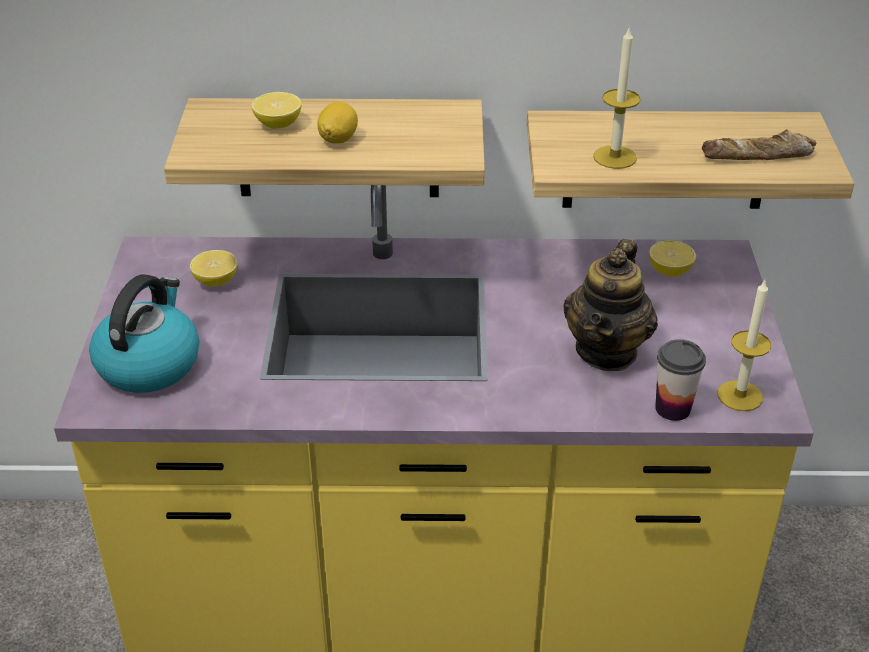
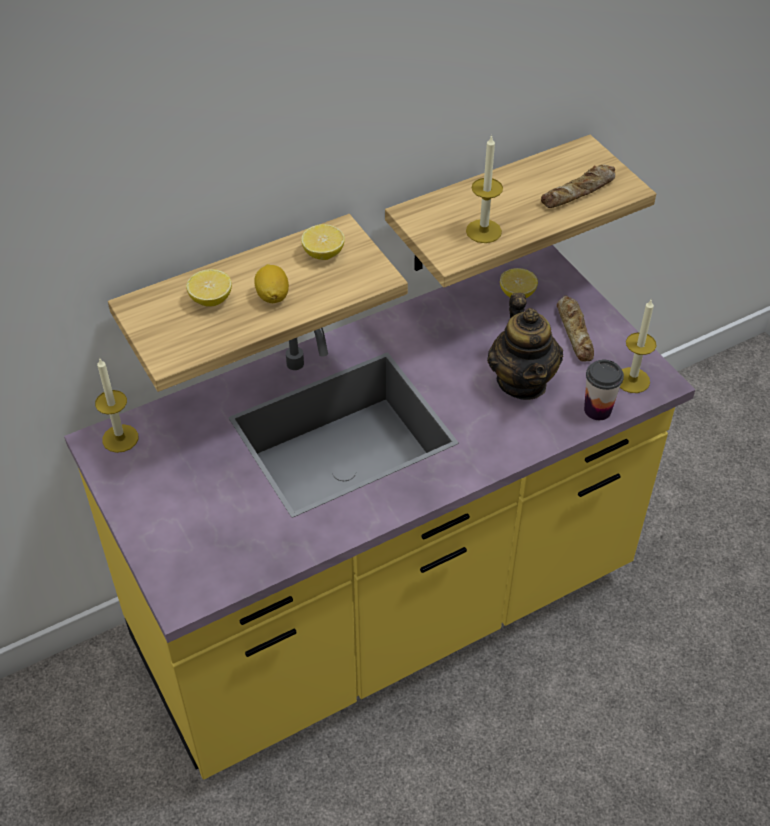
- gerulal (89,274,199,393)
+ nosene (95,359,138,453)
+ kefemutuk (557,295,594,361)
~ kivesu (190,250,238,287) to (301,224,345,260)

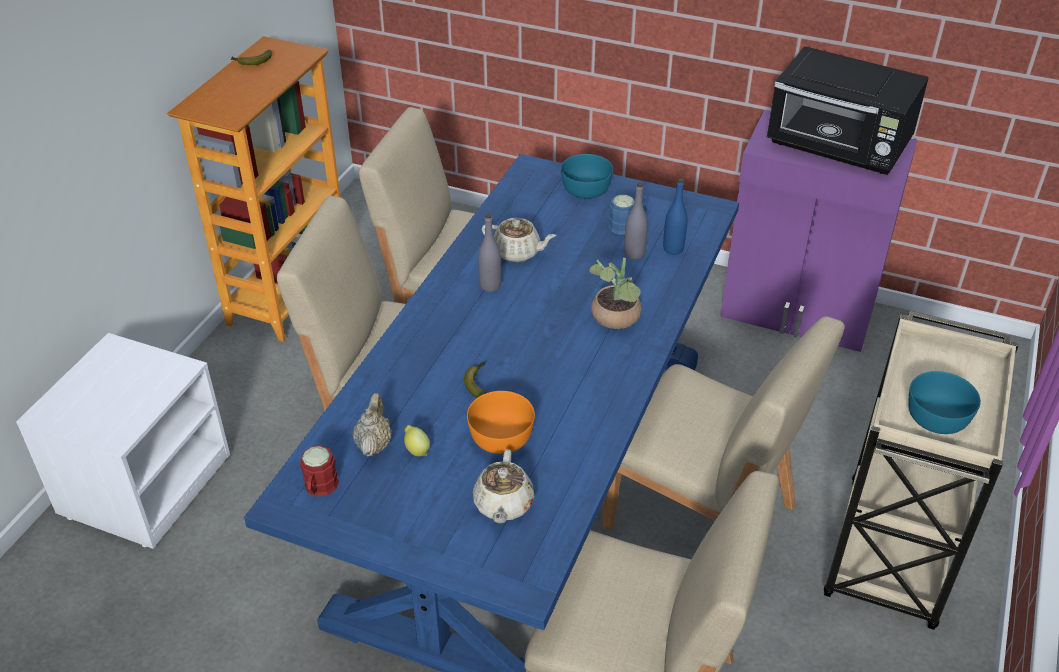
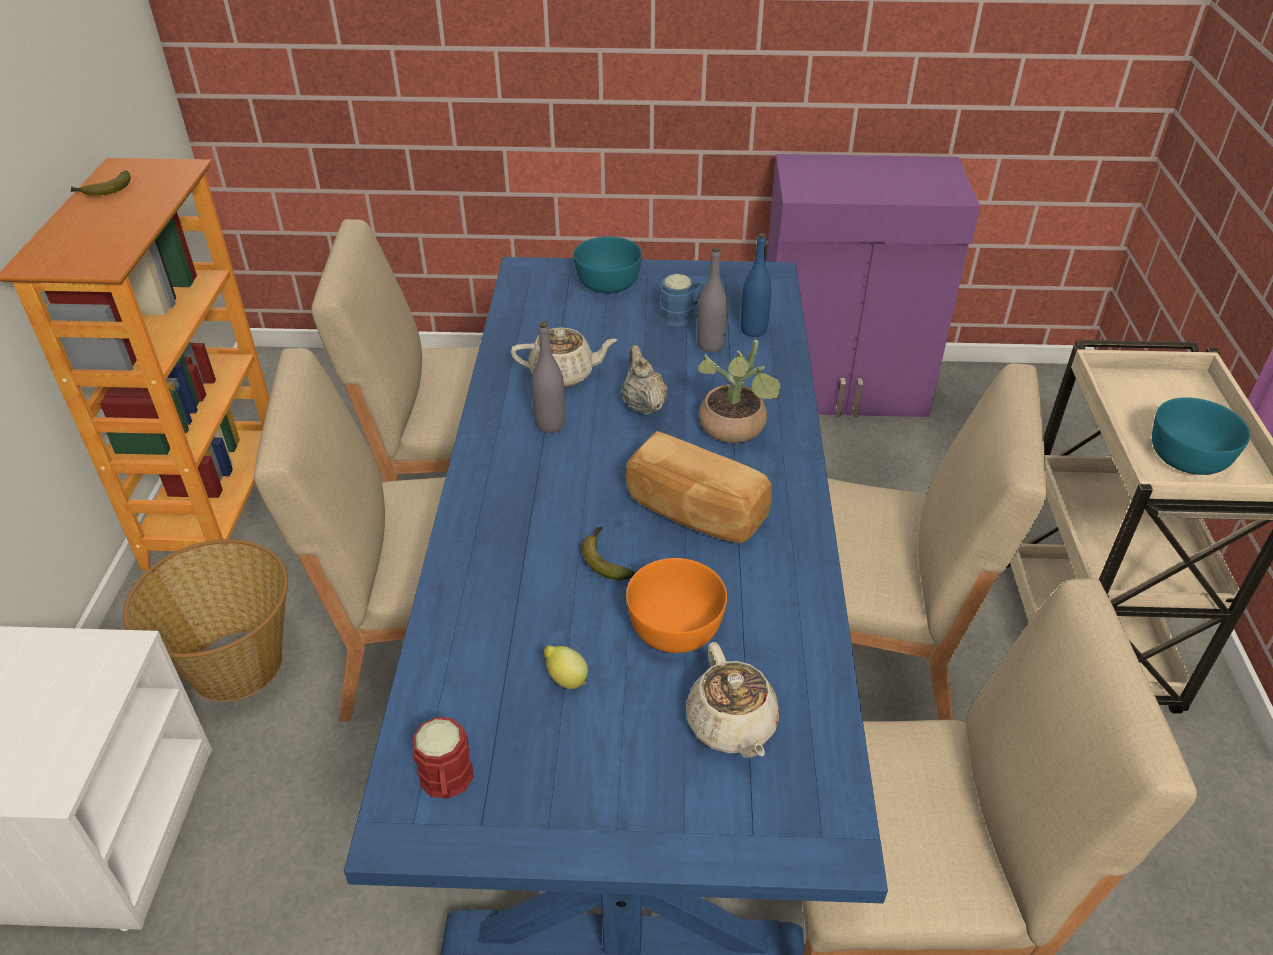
- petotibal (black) (767,46,929,175)
+ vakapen (123,539,288,702)
+ kefemutuk (626,431,772,543)
~ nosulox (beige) (353,393,392,457) to (621,345,668,415)

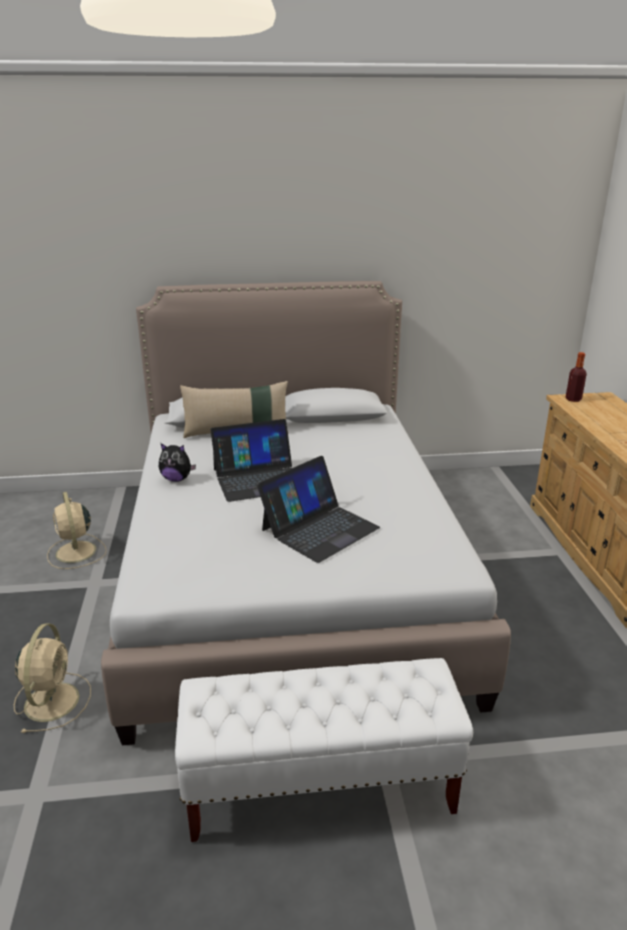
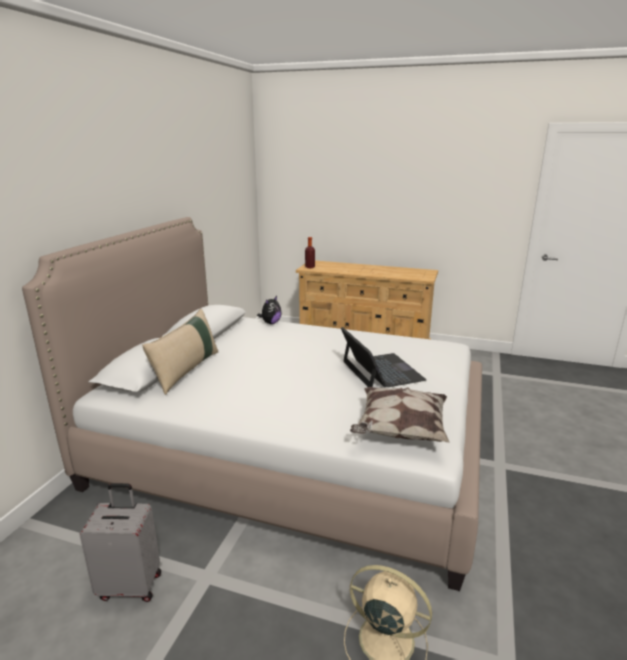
- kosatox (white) (175,658,473,842)
- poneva (210,419,292,502)
+ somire (350,387,450,443)
~ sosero (159,443,196,482) to (257,296,282,324)
~ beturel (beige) (47,492,107,569) to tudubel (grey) (79,483,161,602)

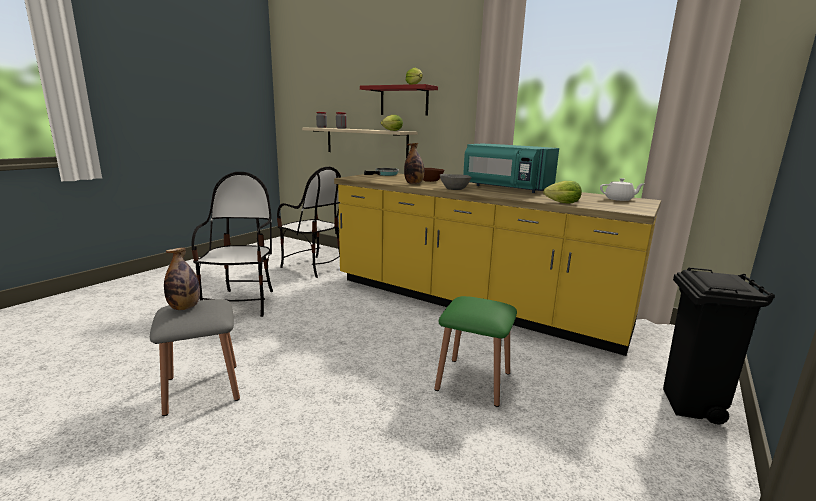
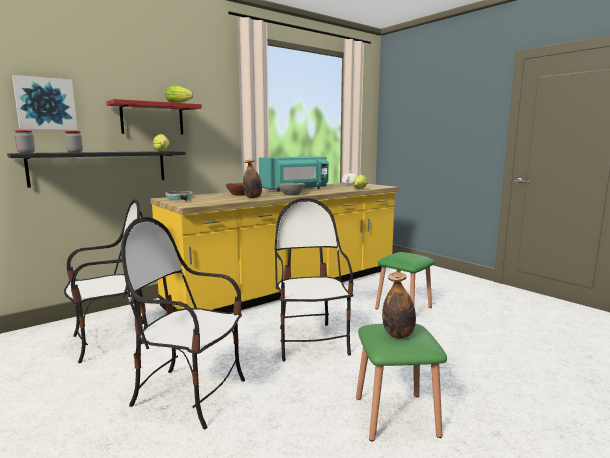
- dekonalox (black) (663,267,775,425)
+ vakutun (12,75,78,130)
+ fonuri (275,198,353,361)
~ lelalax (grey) (150,299,240,416) to lelalax (green) (356,324,447,442)
~ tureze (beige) (302,128,417,158) to tureze (black) (7,151,186,188)

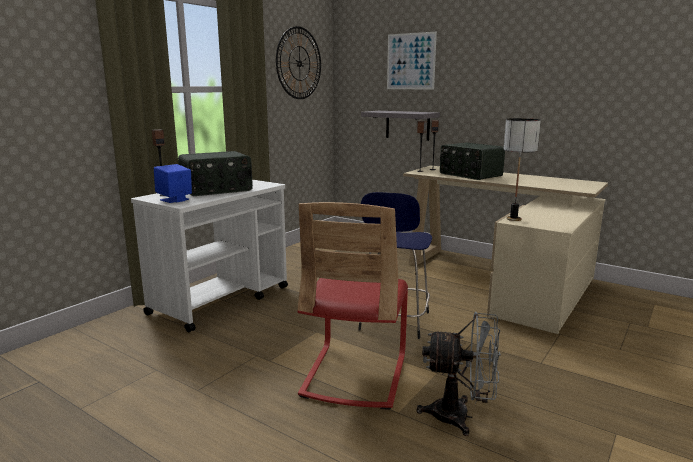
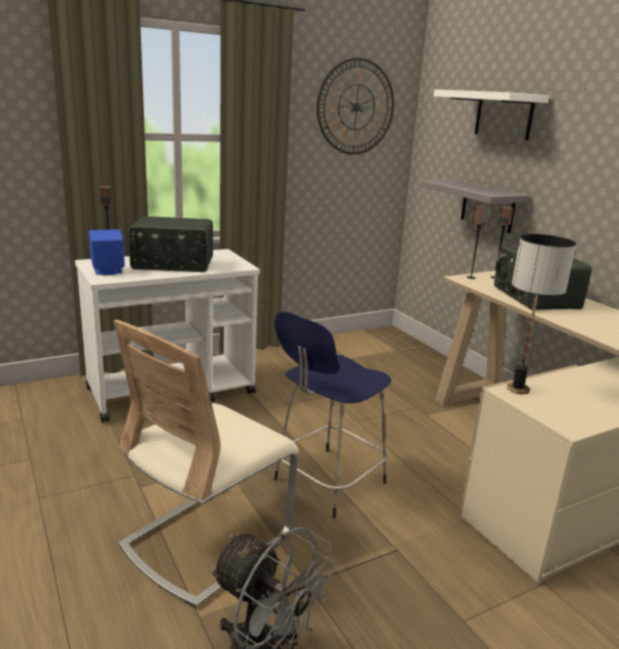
~ vakutun (387,32,437,89) to tureze (white) (434,89,549,140)
~ fonuri (red) (298,202,408,410) to fonuri (beige) (114,320,299,608)

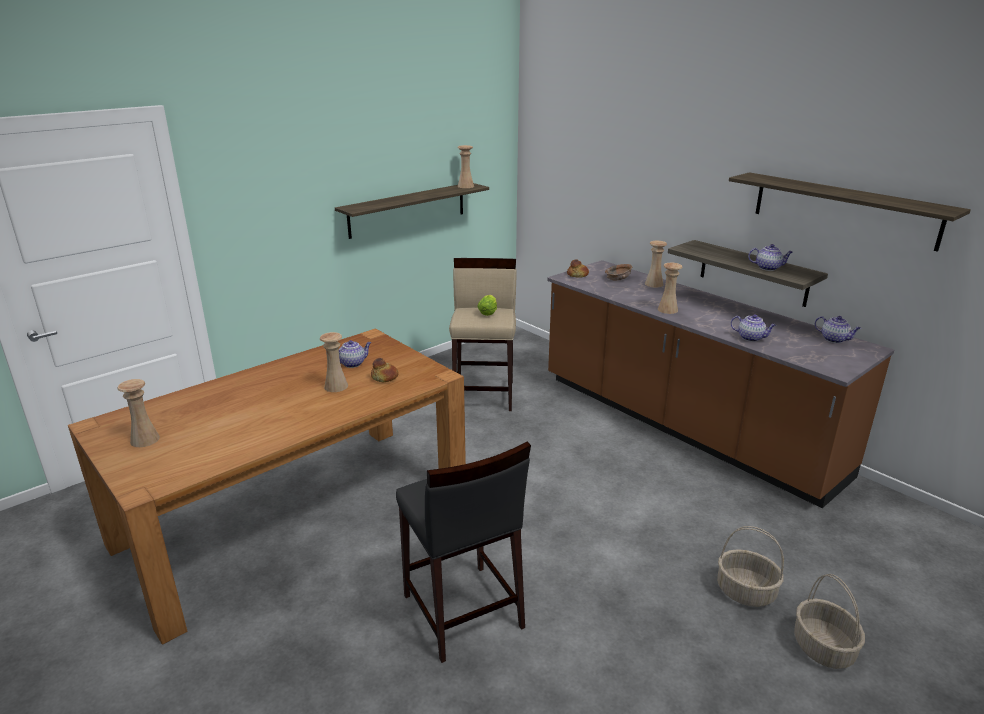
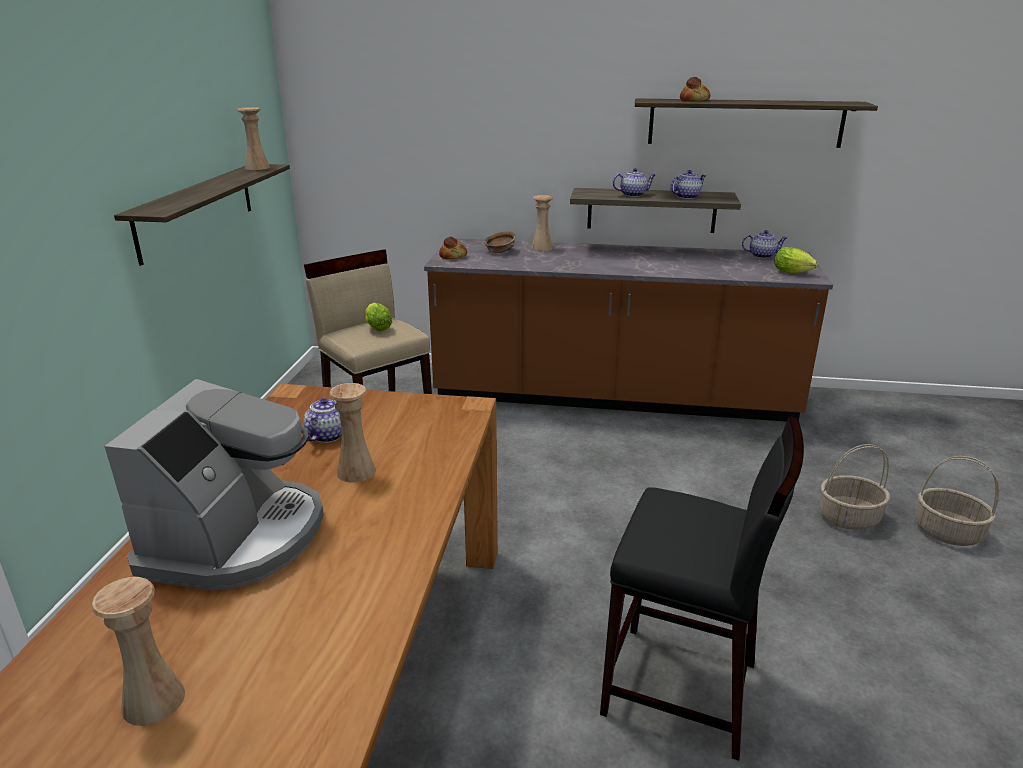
- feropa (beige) (658,263,682,314)
+ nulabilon (104,379,324,591)
+ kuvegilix (774,247,818,274)
~ kefemutuk (371,358,399,382) to (680,77,710,101)
~ nosulox (731,314,776,342) to (613,168,656,197)

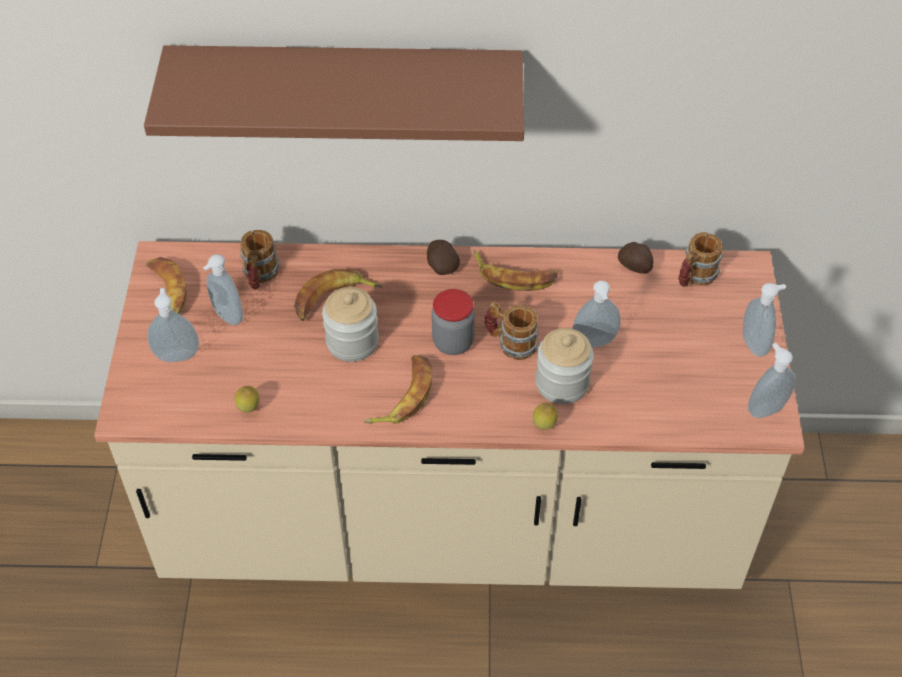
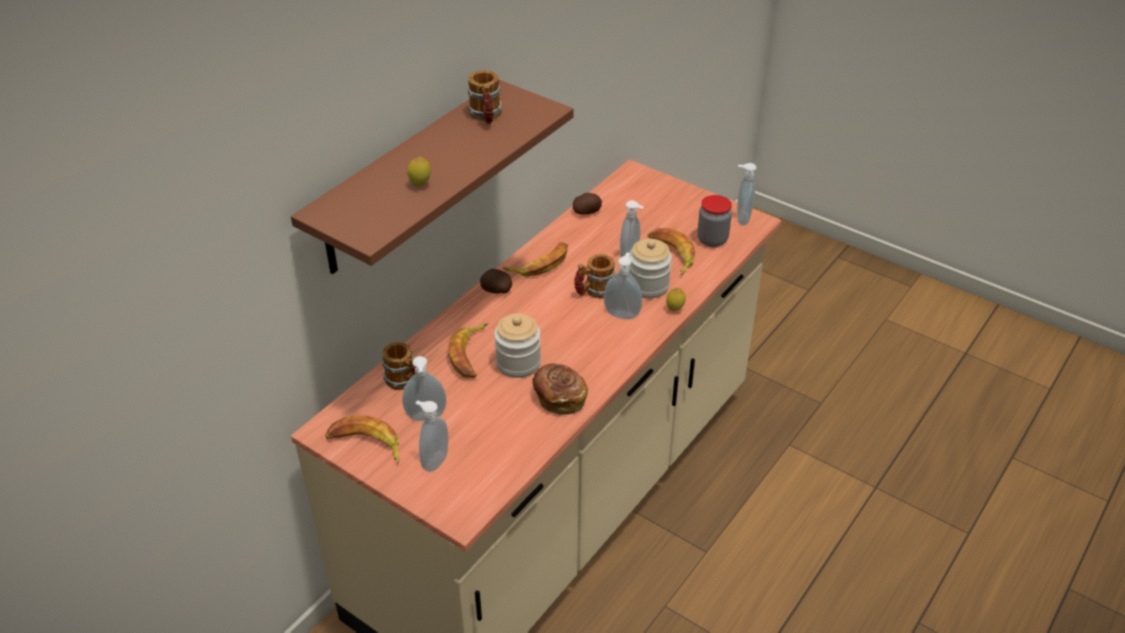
+ kefemutuk (532,363,588,414)
~ kivesu (235,386,260,412) to (407,156,431,187)
~ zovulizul (363,355,432,424) to (647,228,695,275)
~ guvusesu (432,289,475,355) to (697,195,732,247)
~ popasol (678,232,723,287) to (468,70,502,125)
~ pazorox (743,283,786,357) to (604,253,642,319)

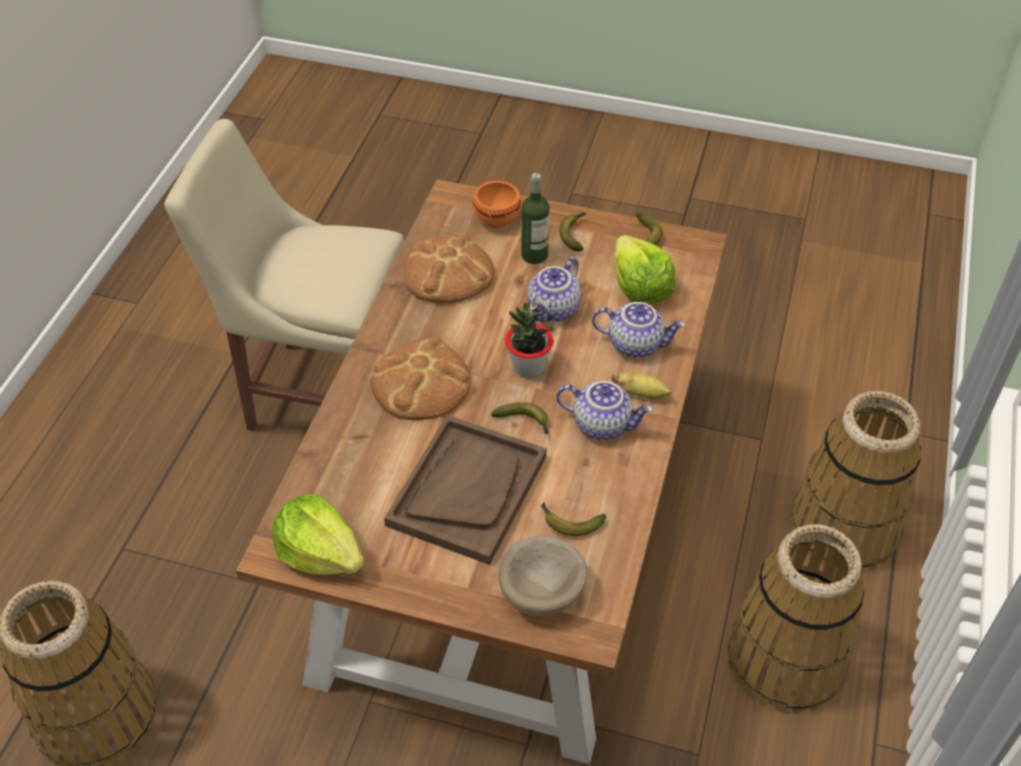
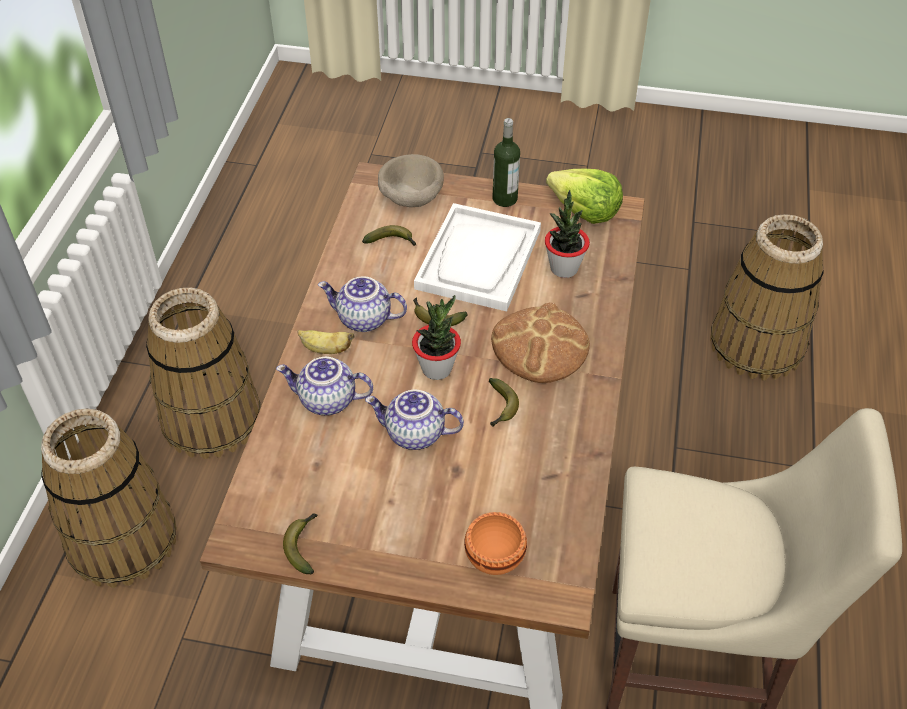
- kefemutuk (403,233,494,303)
- kuvegilix (614,235,676,305)
+ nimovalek (545,190,590,278)
~ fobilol (521,173,549,264) to (493,118,520,207)
~ zovulizul (559,212,586,251) to (489,378,519,427)
~ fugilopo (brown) (384,415,547,565) to fugilopo (white) (414,203,541,312)
~ nosulox (527,257,581,322) = (365,390,464,450) 105 degrees counterclockwise

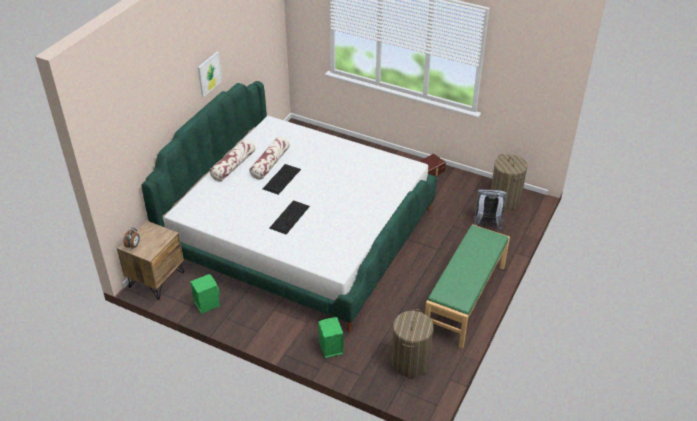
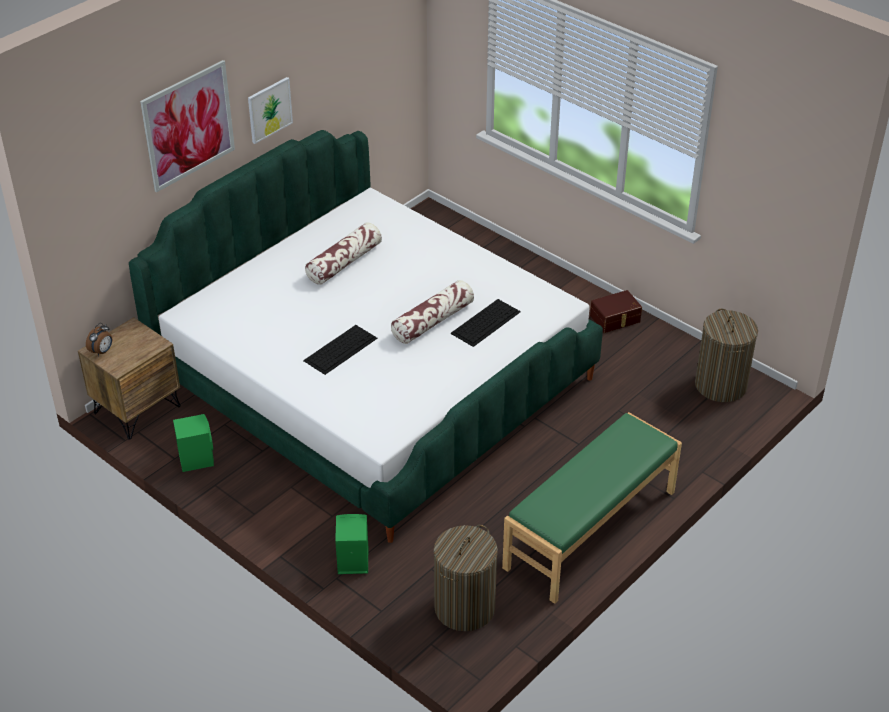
- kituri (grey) (472,189,507,231)
+ vakutun (140,60,235,192)
~ somire (210,139,255,182) to (391,280,474,344)
~ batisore (263,164,301,195) to (450,299,521,347)

